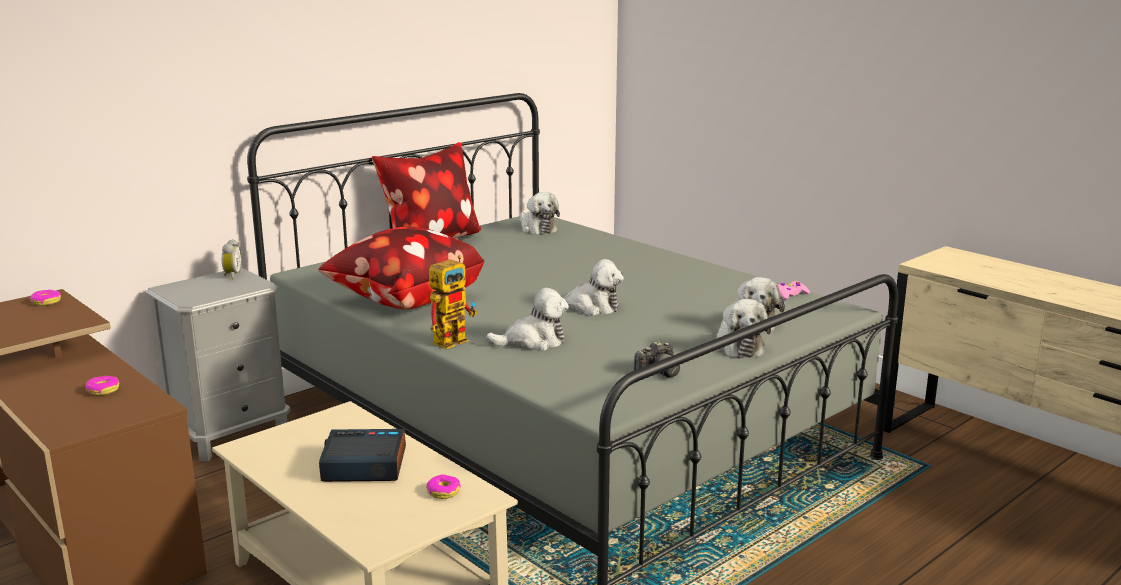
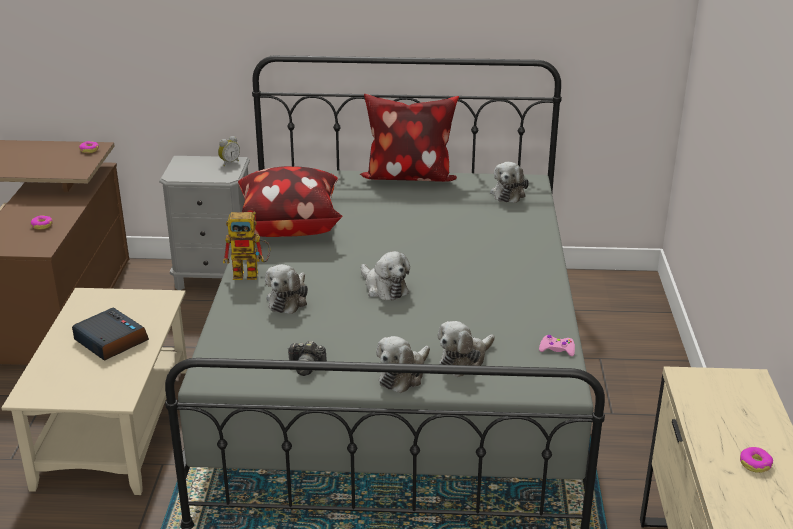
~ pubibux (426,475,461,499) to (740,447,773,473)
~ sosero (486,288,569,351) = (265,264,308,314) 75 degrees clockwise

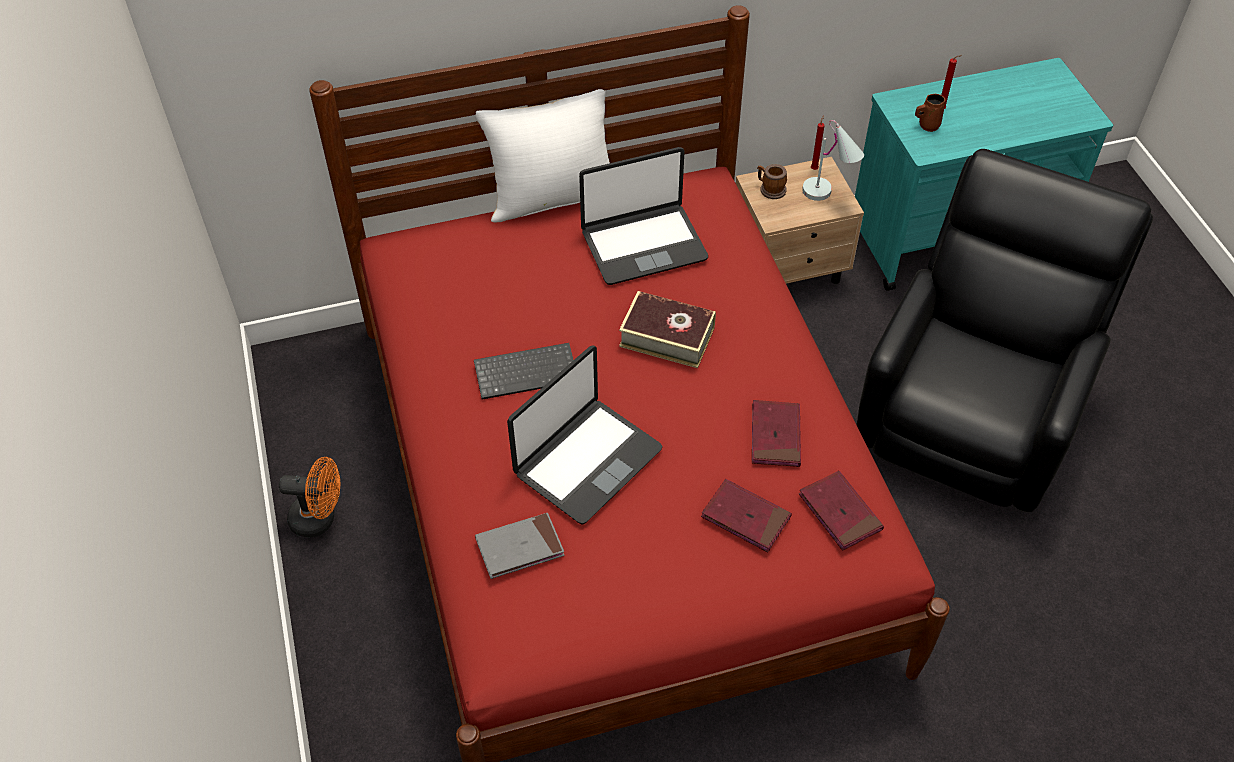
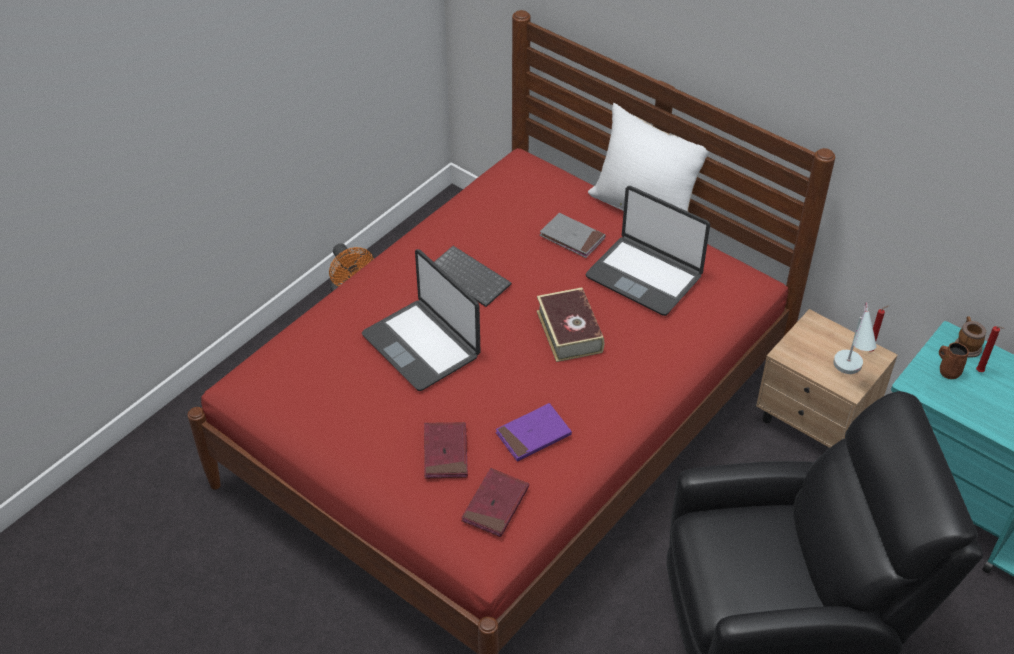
~ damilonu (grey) (475,513,564,579) to (540,213,606,258)
~ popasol (757,164,787,199) to (955,316,986,358)
~ damilonu (red) (752,400,801,467) to damilonu (purple) (496,403,572,462)
~ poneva (507,345,663,525) = (362,249,480,391) 45 degrees clockwise

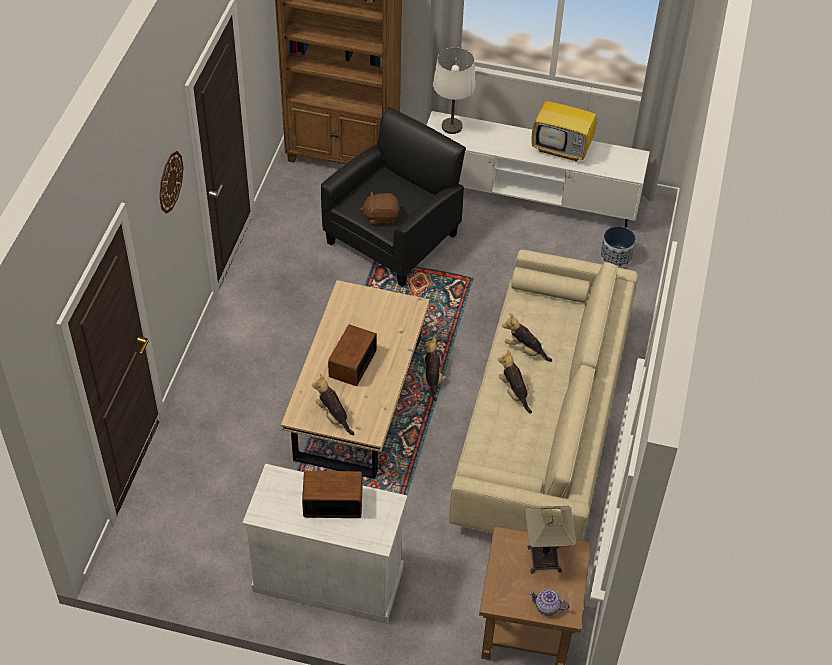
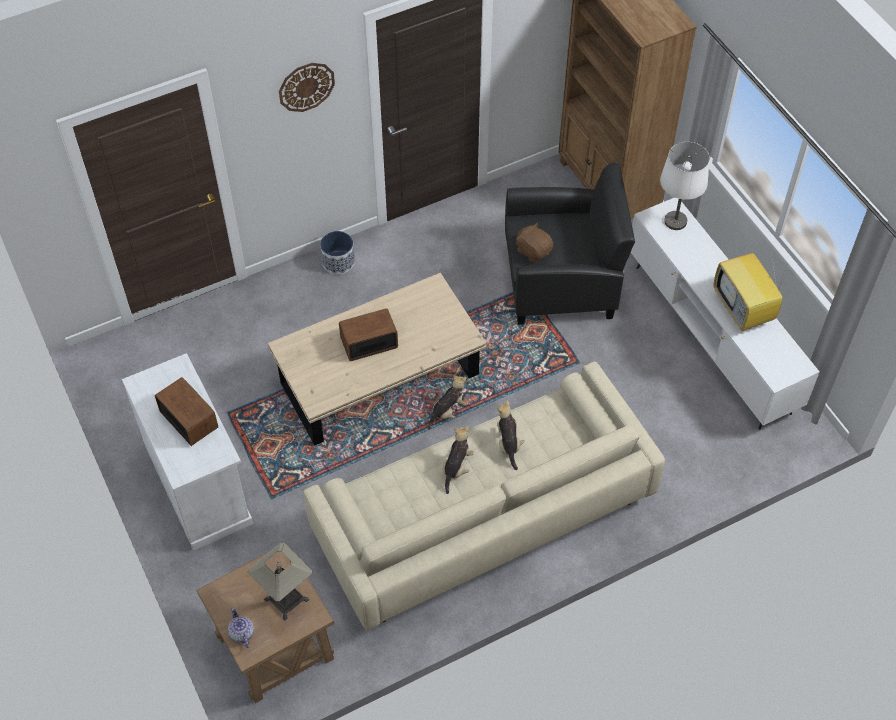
- sosero (312,374,354,435)
~ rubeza (600,226,636,268) to (320,231,355,274)

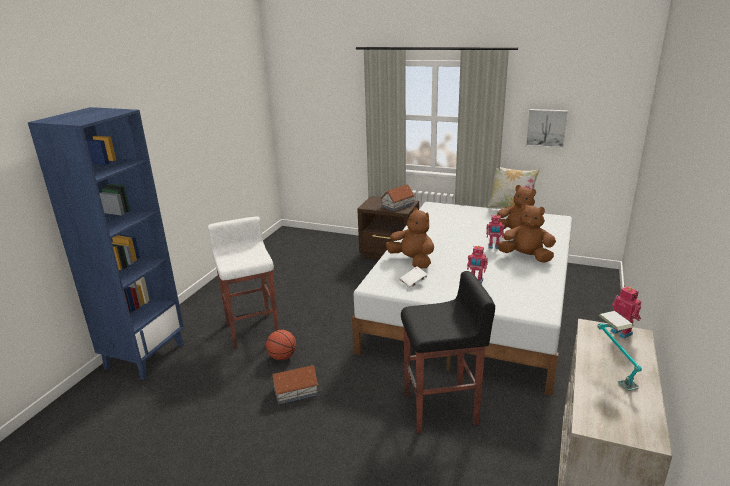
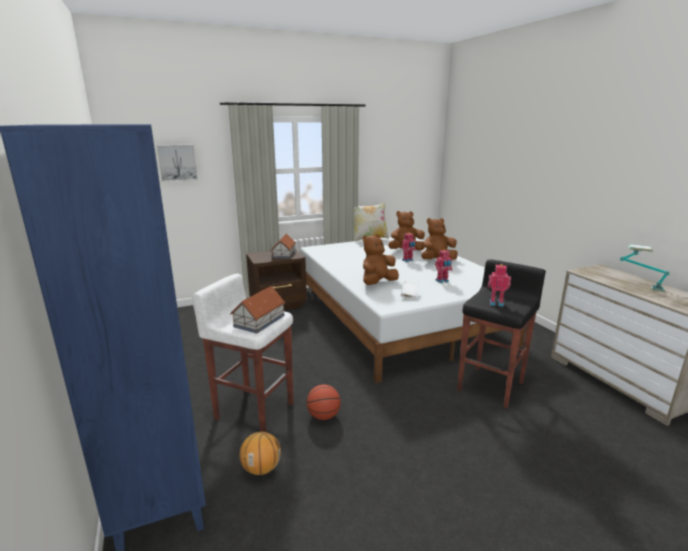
+ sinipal (240,432,281,475)
~ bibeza (271,365,318,405) to (230,286,285,334)
~ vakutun (526,109,568,148) to (156,144,198,182)
~ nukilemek (610,285,641,339) to (488,264,511,307)
~ sosero (brown) (386,207,434,269) = (363,234,399,285) 45 degrees counterclockwise

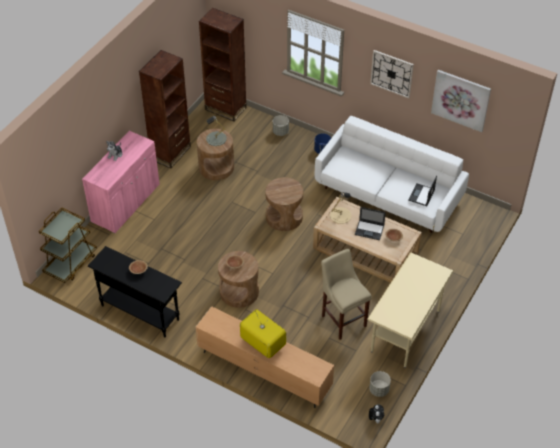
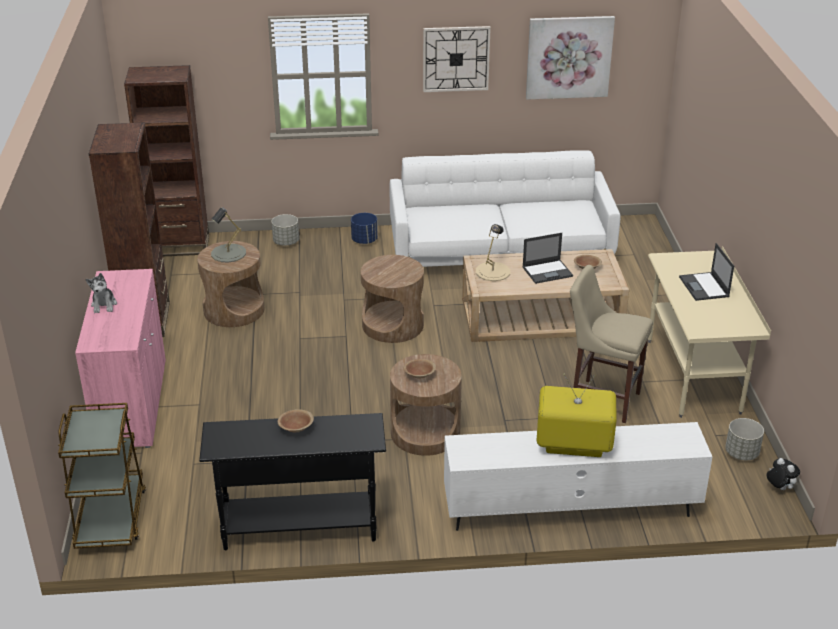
~ poneva (408,176,437,206) to (679,243,734,301)
~ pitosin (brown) (196,306,334,408) to pitosin (white) (444,422,712,531)

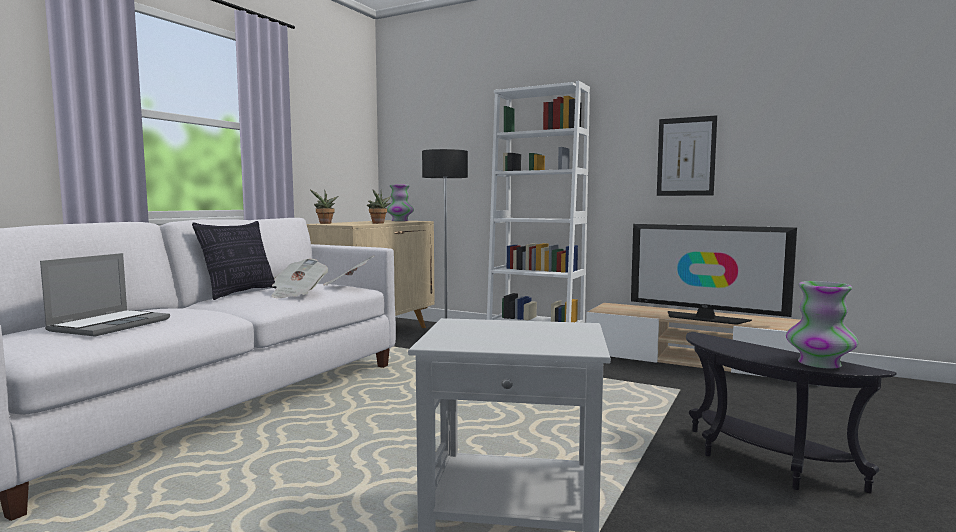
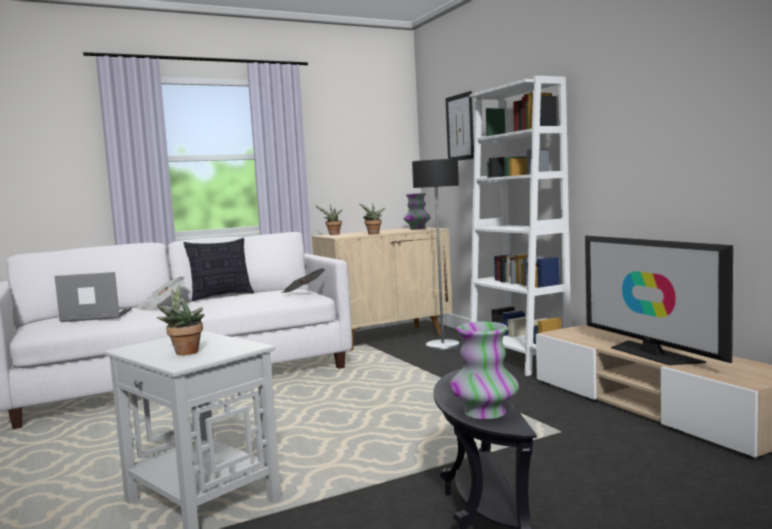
+ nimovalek (157,285,204,355)
~ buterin (271,259,328,298) to (136,276,186,310)
~ vakutun (657,115,717,196) to (446,91,474,161)
~ poneva (40,253,170,336) = (55,272,132,322) 150 degrees counterclockwise

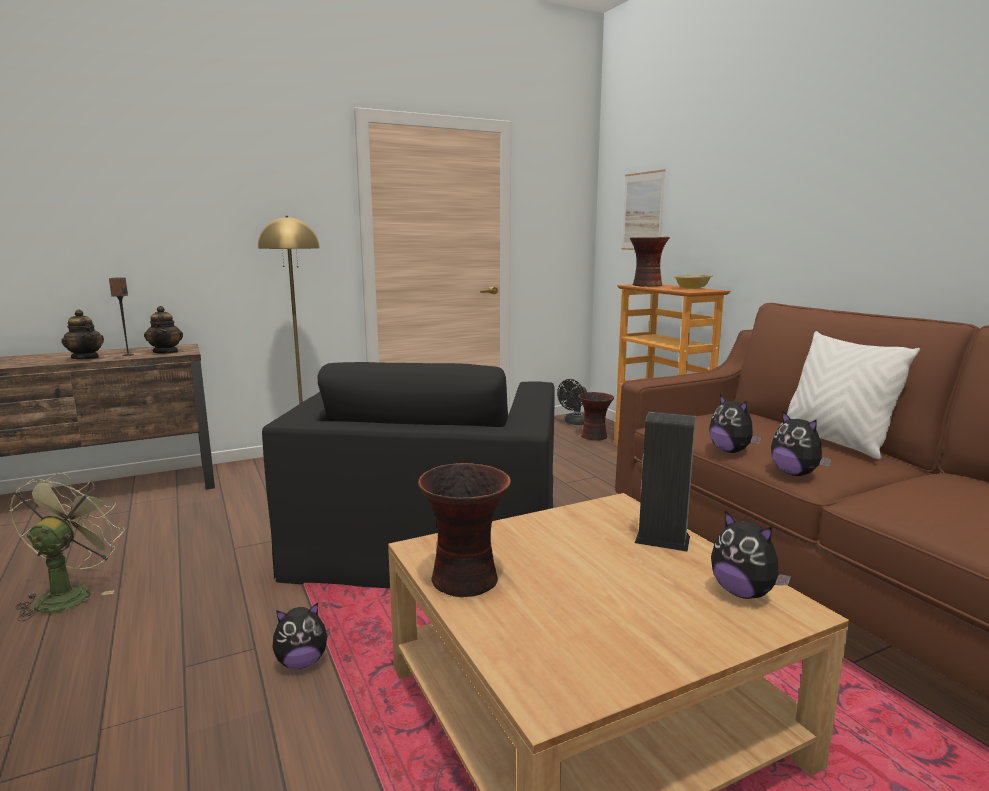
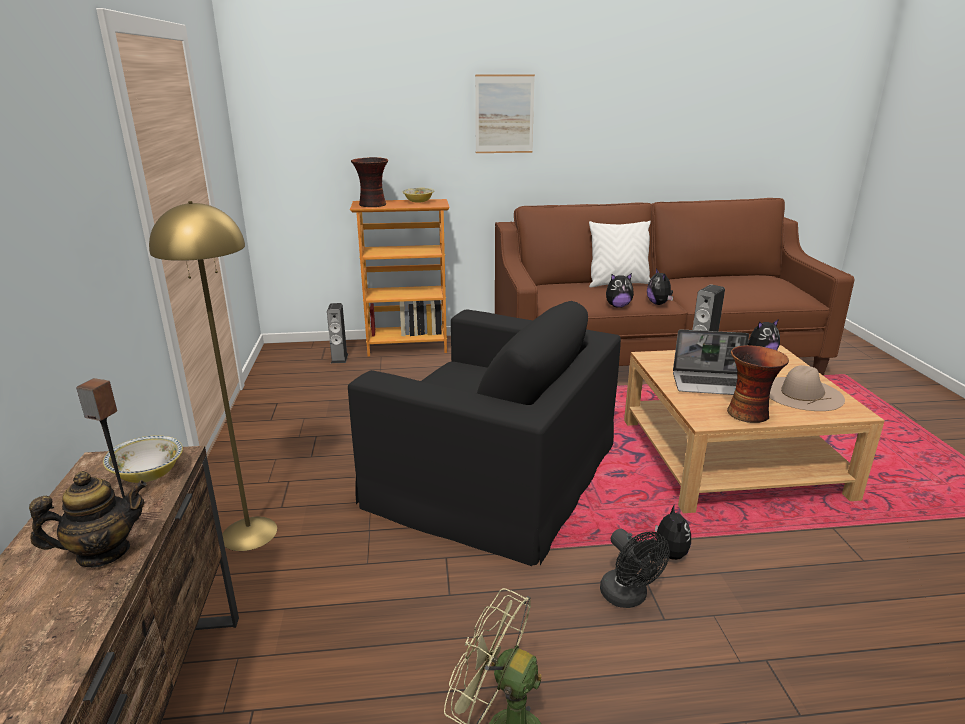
+ poneva (673,329,749,395)
+ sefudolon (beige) (769,365,845,411)
~ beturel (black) (557,379,587,425) to (600,529,670,608)
~ vakutun (621,169,666,250) to (475,75,535,153)
~ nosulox (144,306,183,354) to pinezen (103,436,183,483)
~ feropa (578,392,614,441) to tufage (327,303,348,363)
~ sosero (771,411,831,476) = (647,268,673,305) 90 degrees clockwise

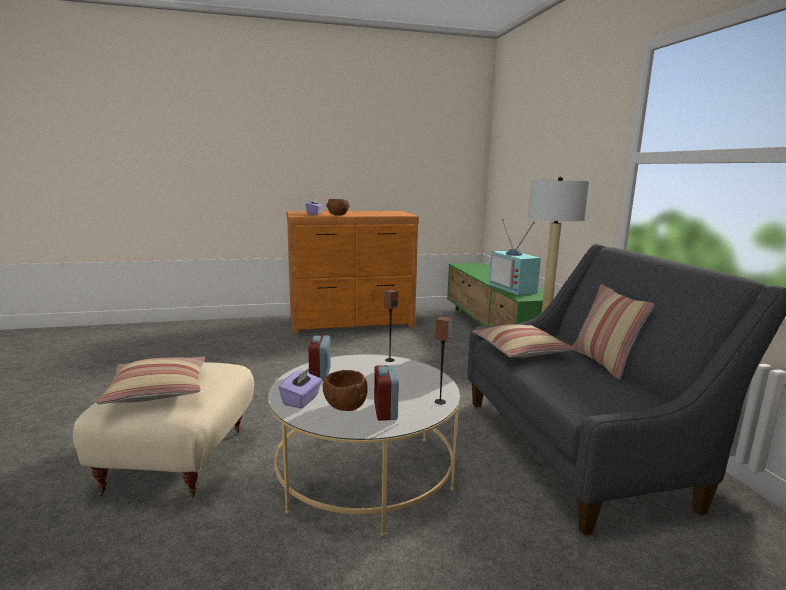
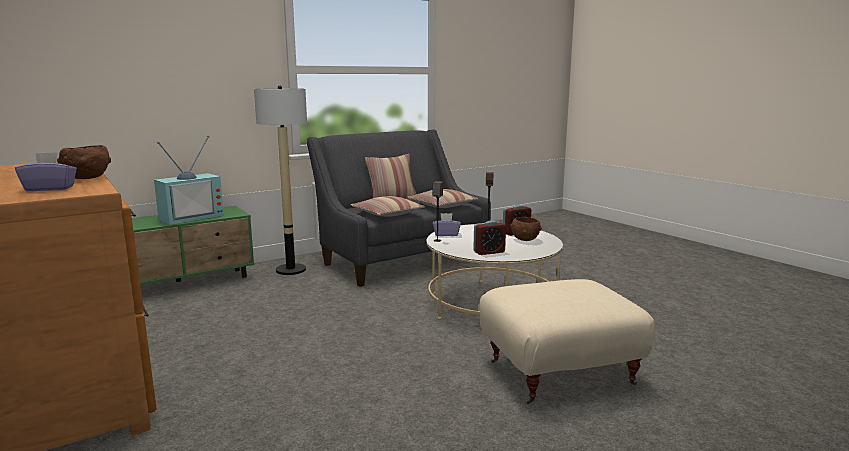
~ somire (96,357,205,404) to (407,189,478,208)
~ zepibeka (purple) (279,369,322,409) to (433,213,461,236)

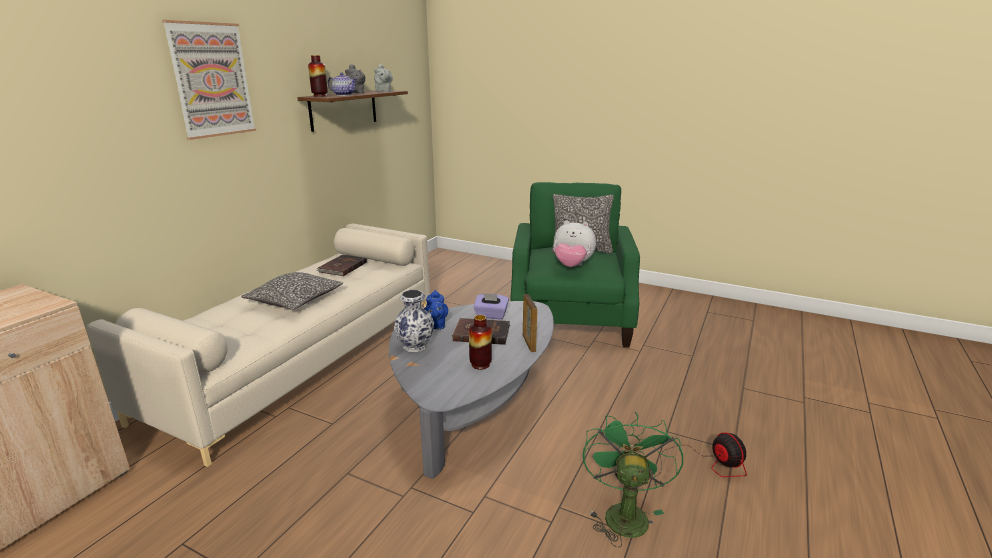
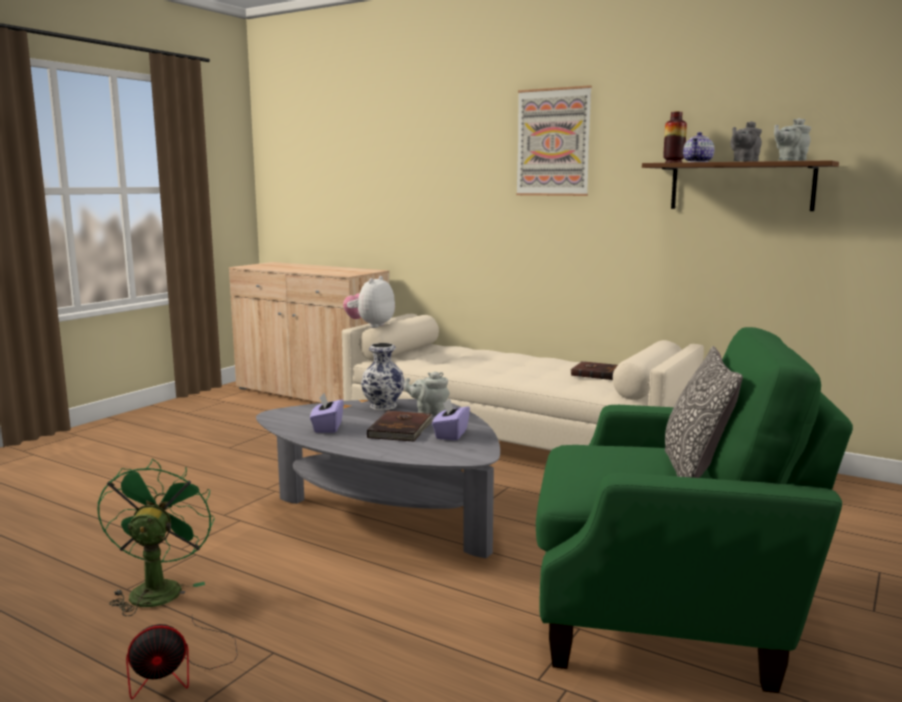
- somire (241,272,343,310)
- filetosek (523,294,537,352)
~ sosero (554,221,596,267) to (343,276,395,328)
~ feropa (469,315,492,370) to zepibeka (purple) (310,393,344,433)
~ nosulox (blue) (424,290,448,330) to nosulox (grey) (403,372,450,416)
~ beturel (green) (582,412,683,548) = (97,459,214,616) 105 degrees counterclockwise

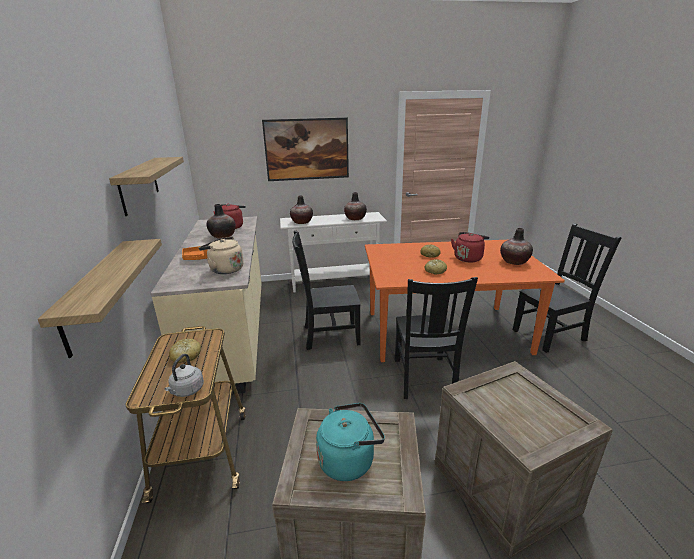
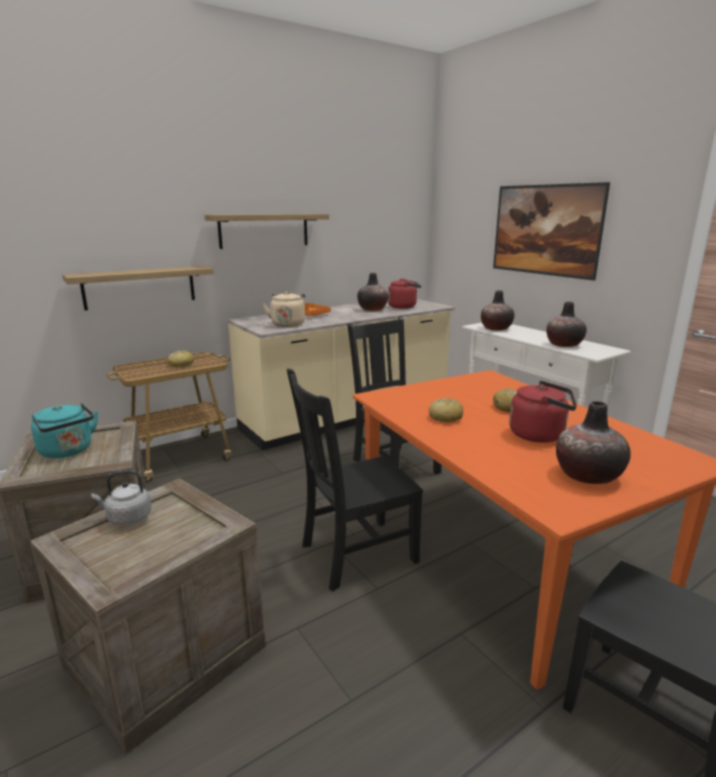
~ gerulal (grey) (164,354,204,397) to (91,470,151,525)

